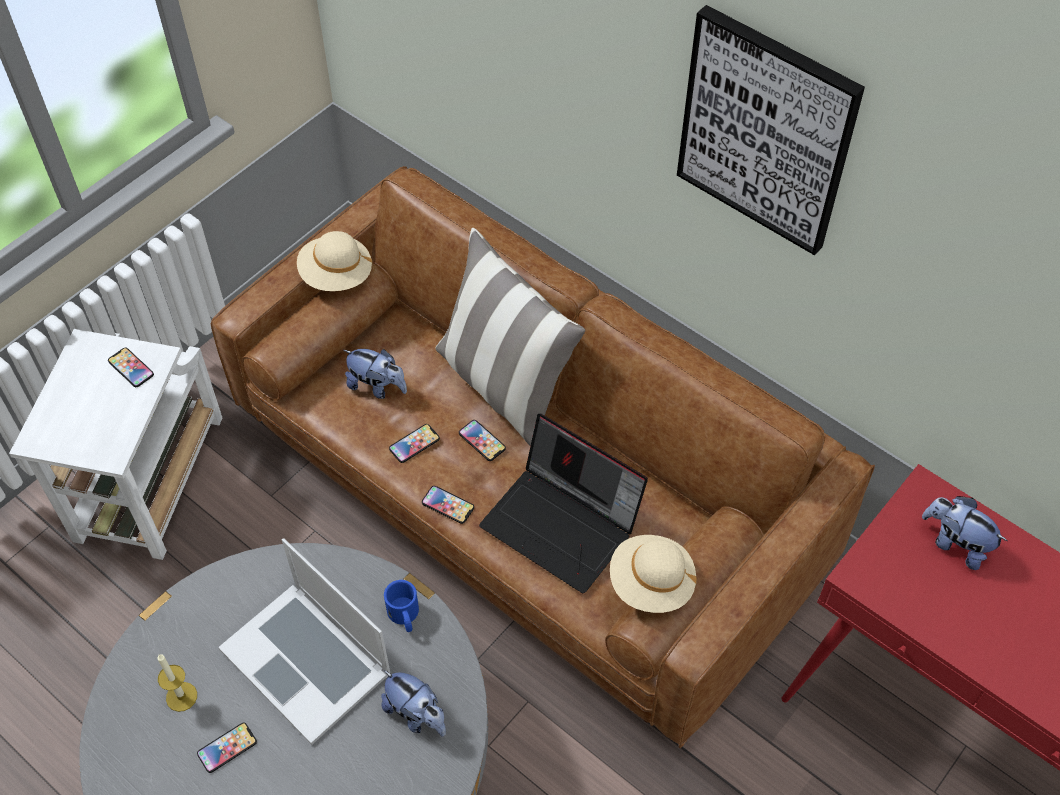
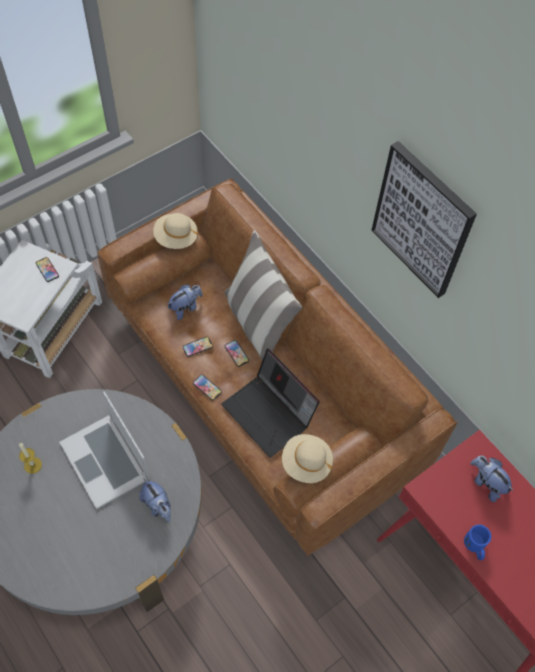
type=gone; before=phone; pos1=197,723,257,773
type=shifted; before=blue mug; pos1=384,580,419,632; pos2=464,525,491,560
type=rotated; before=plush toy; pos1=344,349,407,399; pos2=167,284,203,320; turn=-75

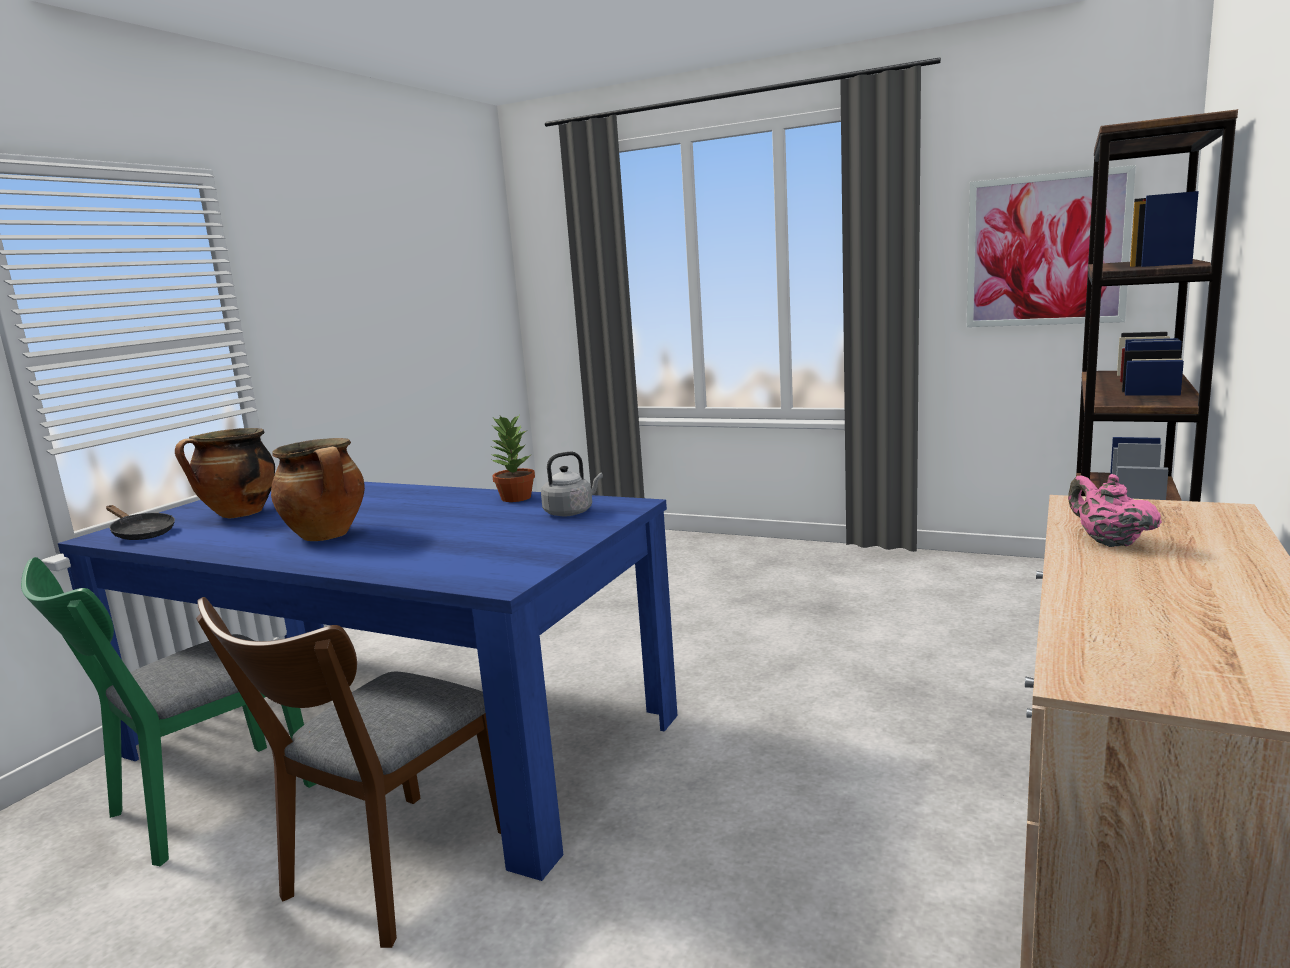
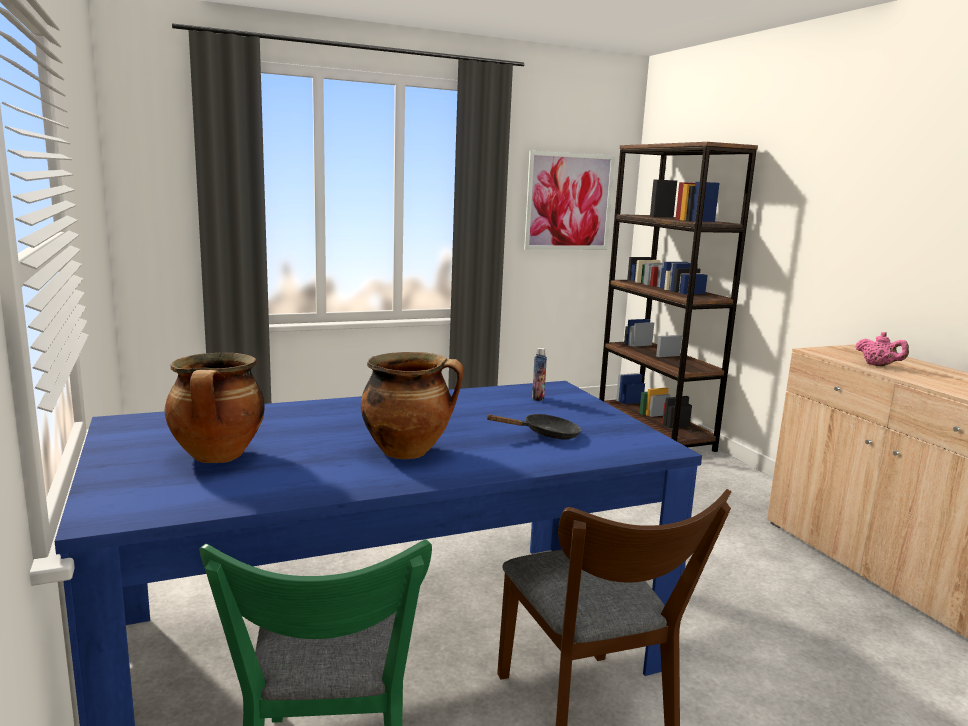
type=gone; before=potted plant; pos1=490,415,535,502
type=shifted; before=black frying pan; pos1=106,505,175,540; pos2=486,414,581,439
type=swapped; before=grey kettle; after=bottle; pos1=541,451,603,516; pos2=532,348,547,401
type=rotated; before=pink teapot; pos1=1068,474,1162,547; pos2=855,332,909,366; turn=-150

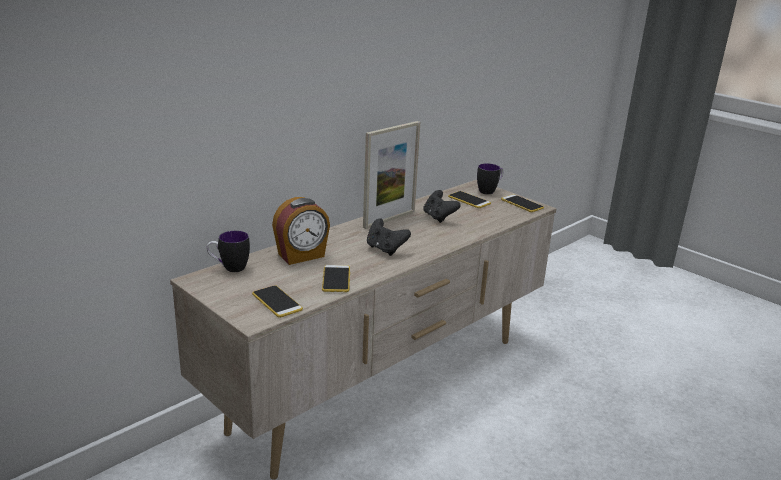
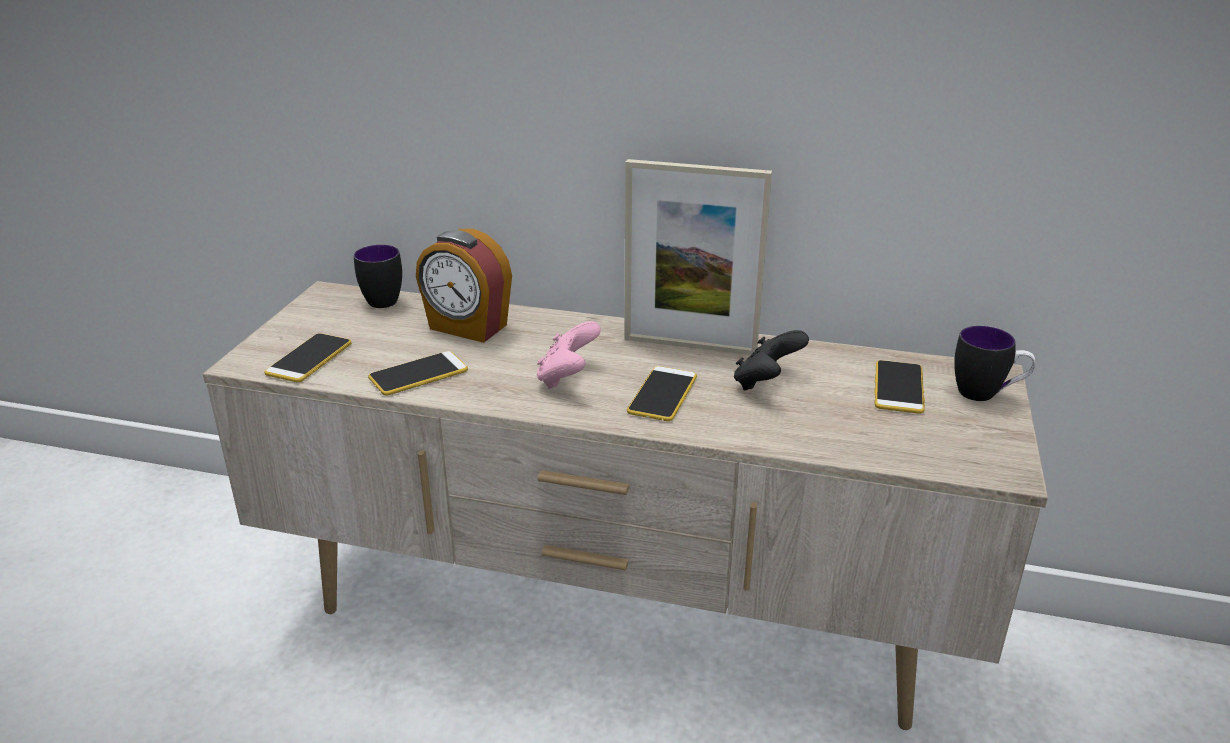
type=shifted; before=phone; pos1=501,194,544,212; pos2=627,366,697,421
type=repainted; before=black game controller; after=pink game controller; pos1=367,218,411,256; pos2=537,321,601,389

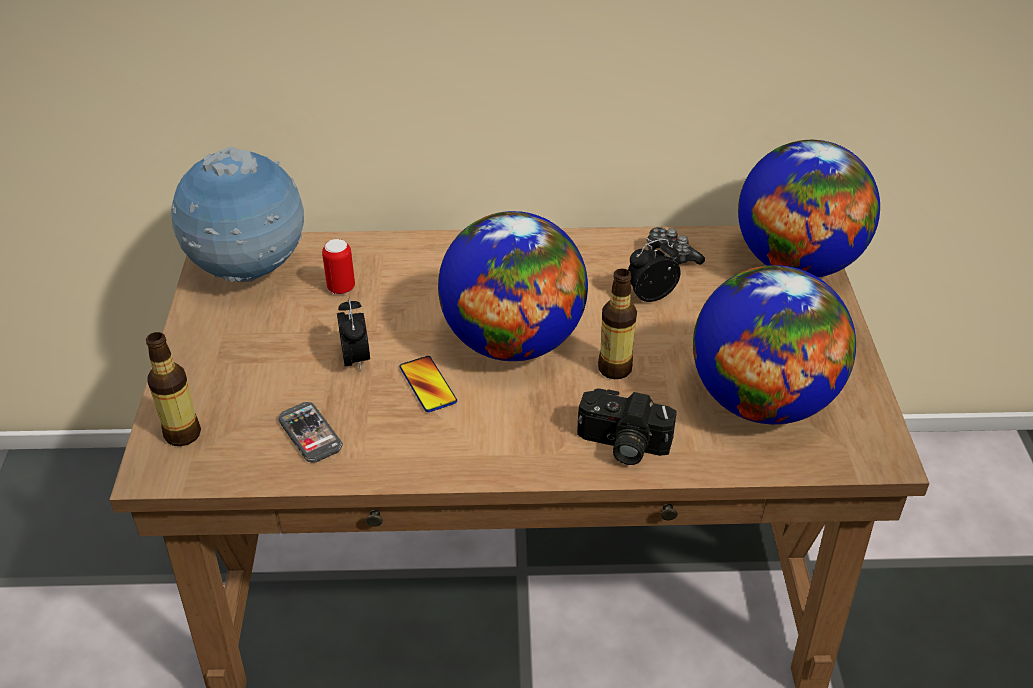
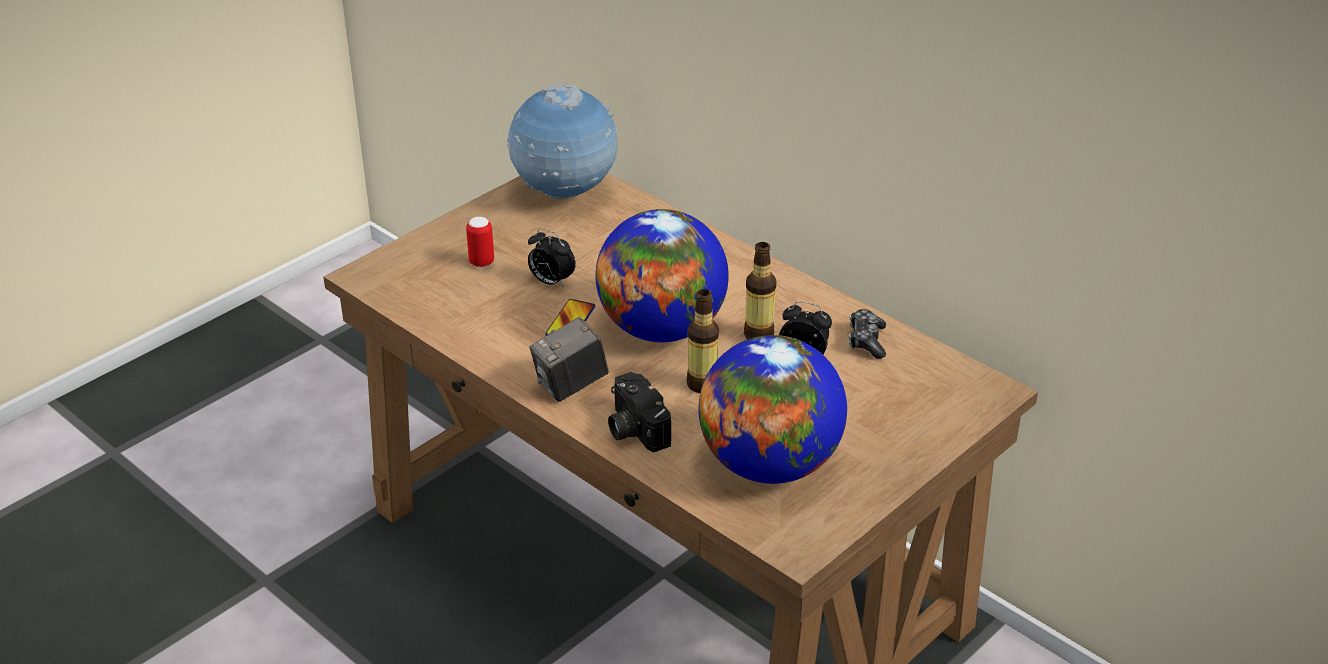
type=gone; before=phone; pos1=278,402,343,463
type=gone; before=globe; pos1=738,140,880,277
type=new; after=photo camera; pos2=530,317,609,402
type=shifted; before=bottle; pos1=146,332,201,446; pos2=744,242,776,340
type=shifted; before=can; pos1=322,239,355,295; pos2=466,217,494,267
type=rotated; before=alarm clock; pos1=337,298,370,371; pos2=528,228,576,288; turn=90

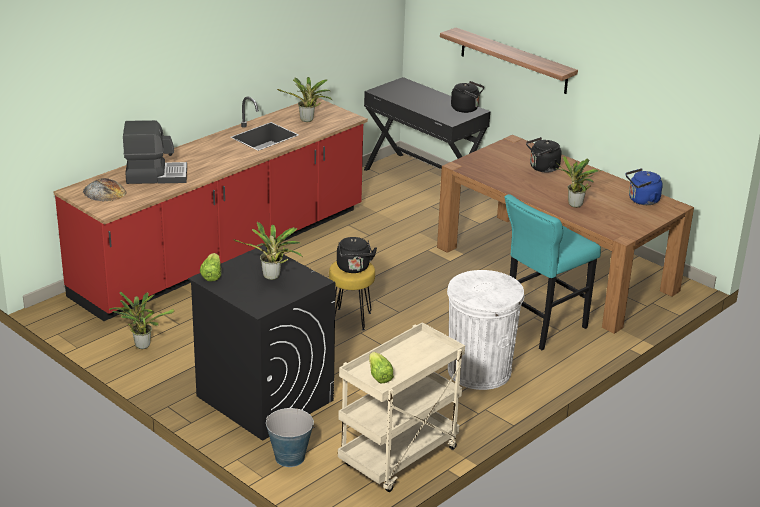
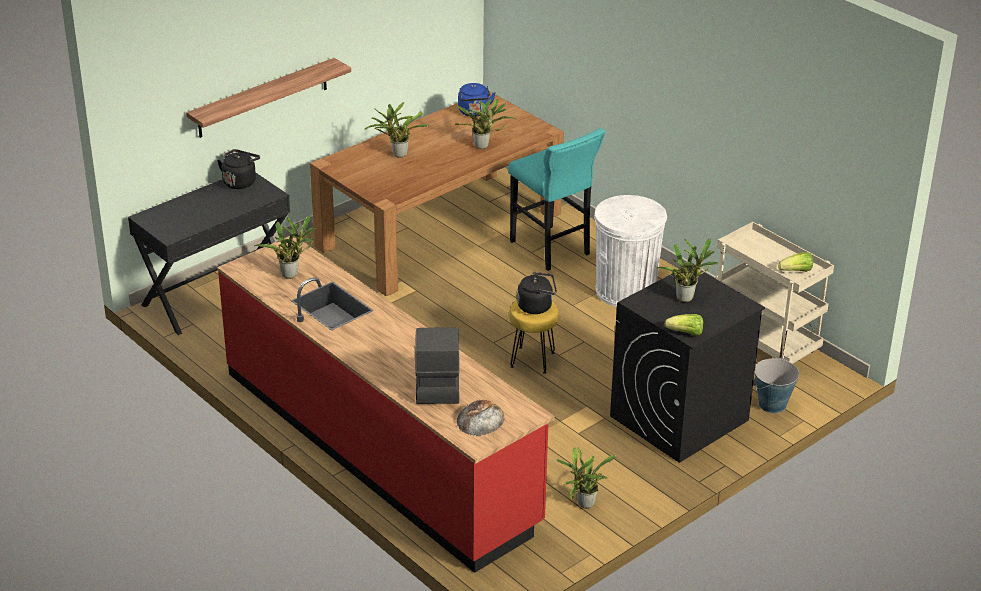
type=swapped; before=black kettle; after=potted plant; pos1=526,137,562,172; pos2=365,102,428,158

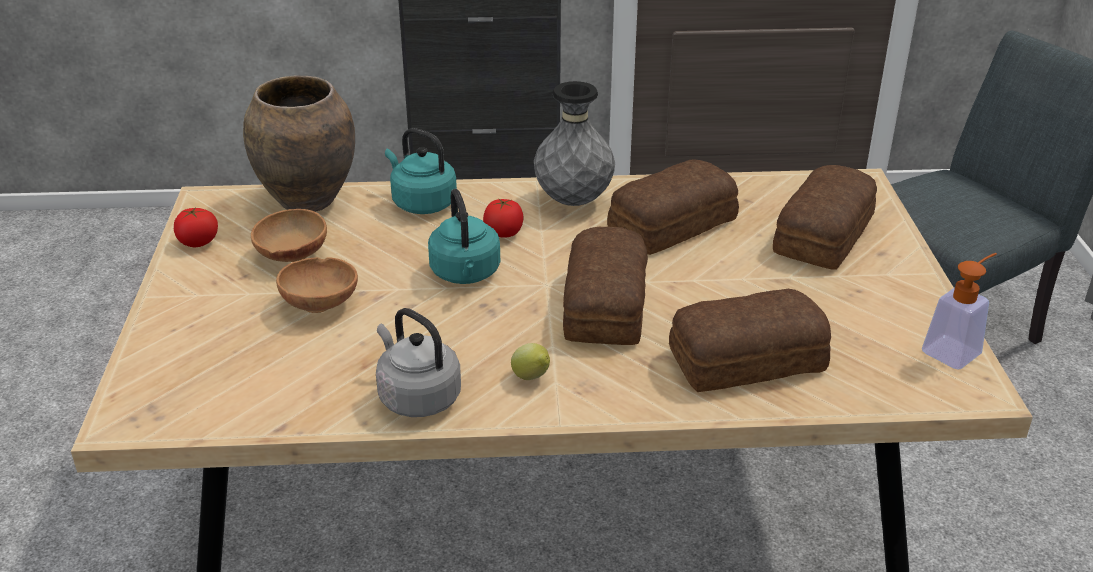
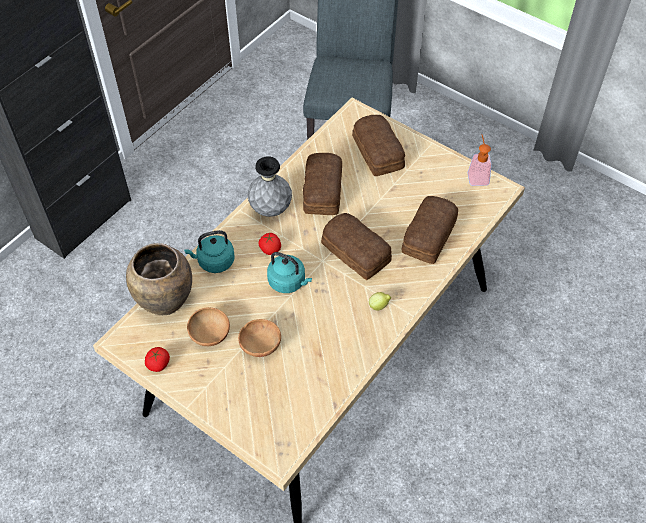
type=gone; before=grey kettle; pos1=376,308,461,417

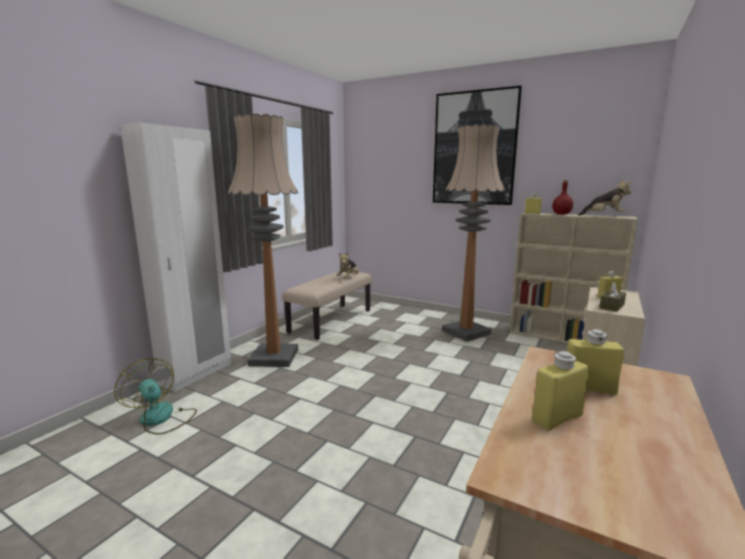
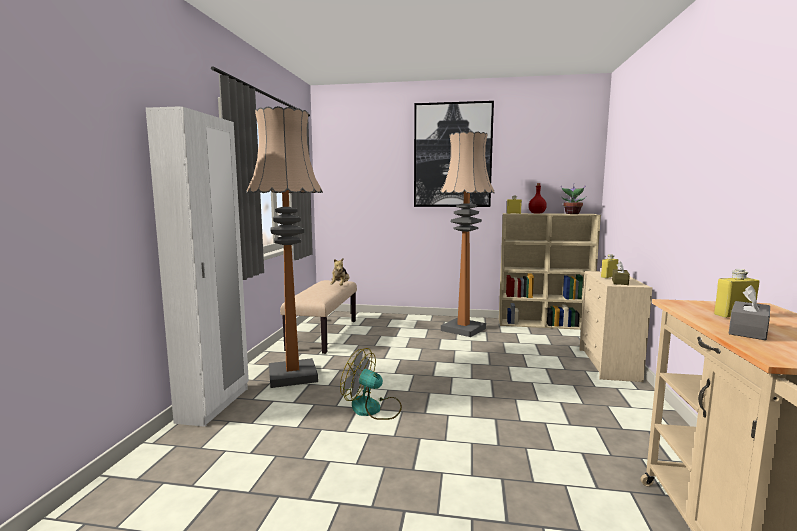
type=shifted; before=fan; pos1=114,358,197,435; pos2=340,348,402,420
type=swapped; before=yellow bottle; after=grey tissue box; pos1=532,351,589,431; pos2=729,285,770,340
type=swapped; before=plush toy; after=potted plant; pos1=578,180,631,216; pos2=561,183,586,214

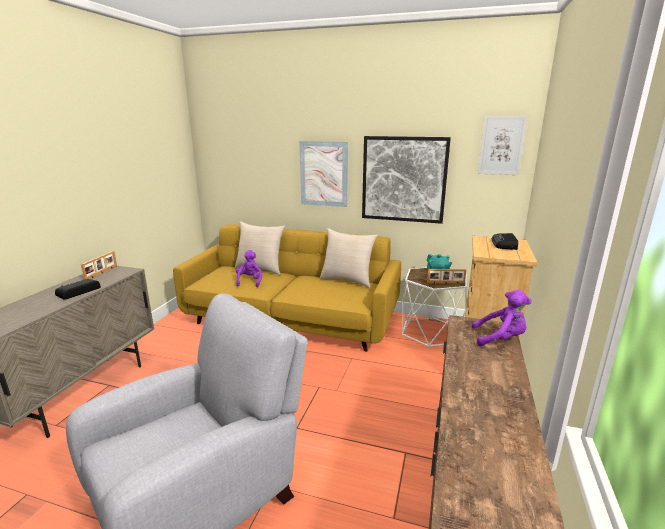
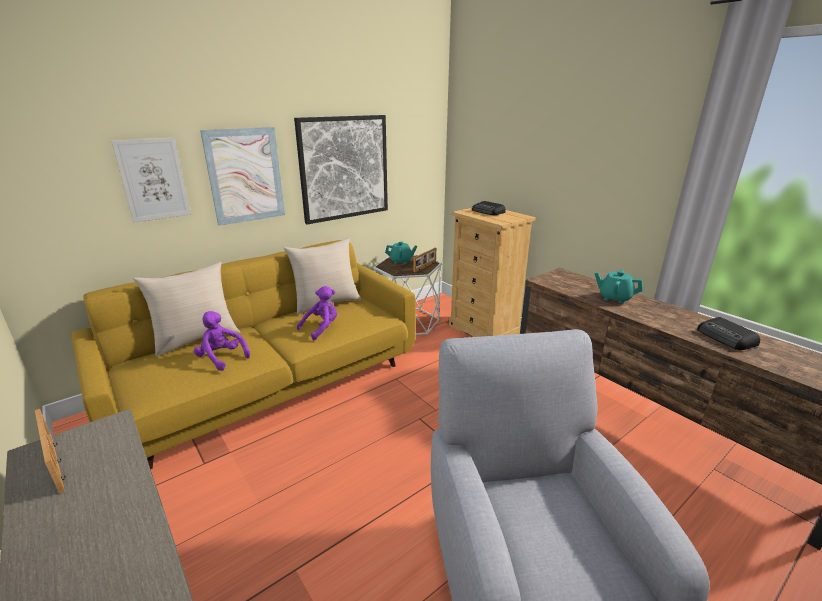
type=new; after=turquoise teapot; pos2=595,270,643,304
type=shifted; before=radio; pos1=55,279,101,300; pos2=697,317,760,350
type=shifted; before=purple plush toy; pos1=472,290,532,347; pos2=297,286,337,340
type=shifted; before=picture; pos1=478,116,528,175; pos2=111,137,191,223

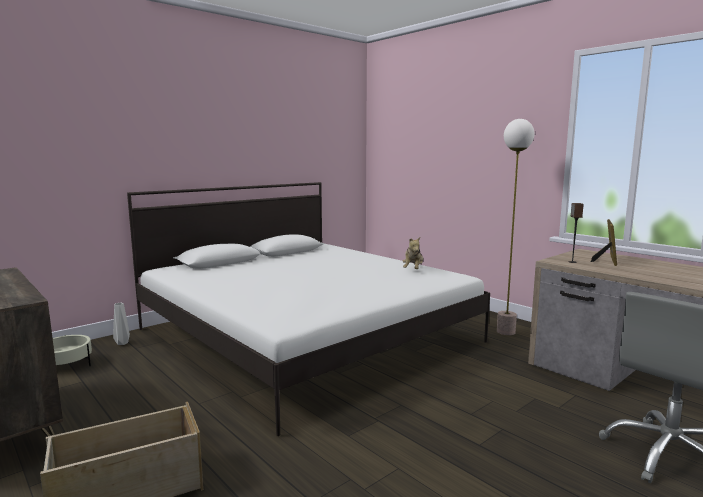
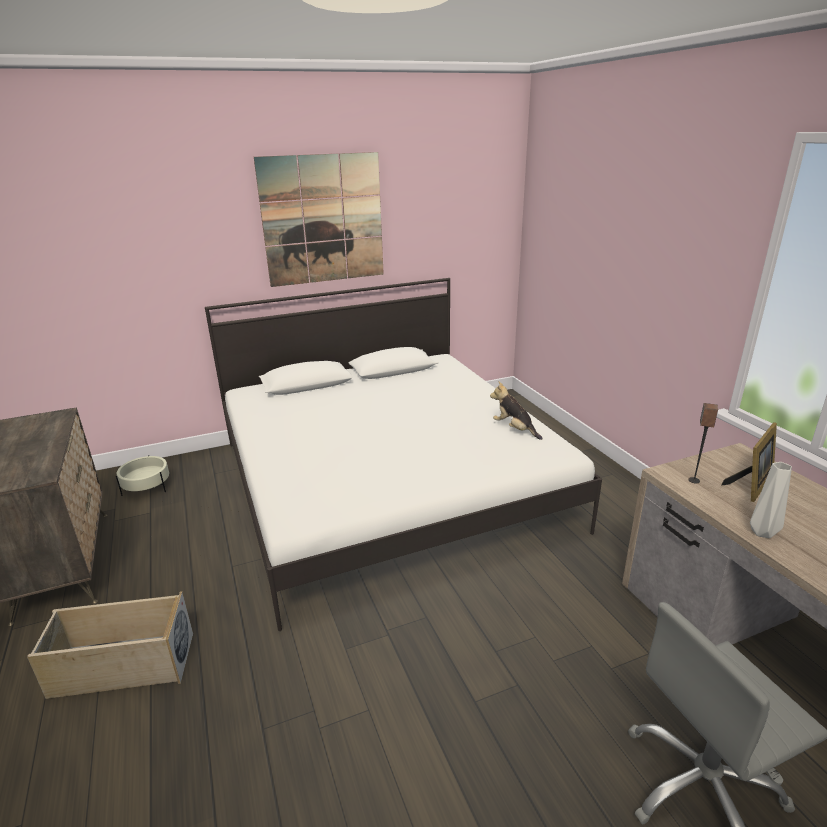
type=gone; before=floor lamp; pos1=497,119,535,335
type=new; after=picture; pos2=254,152,384,287
type=shifted; before=grey vase; pos1=113,303,130,345; pos2=750,462,792,538
type=rotated; before=plush toy; pos1=402,237,423,269; pos2=490,382,543,440; turn=105

